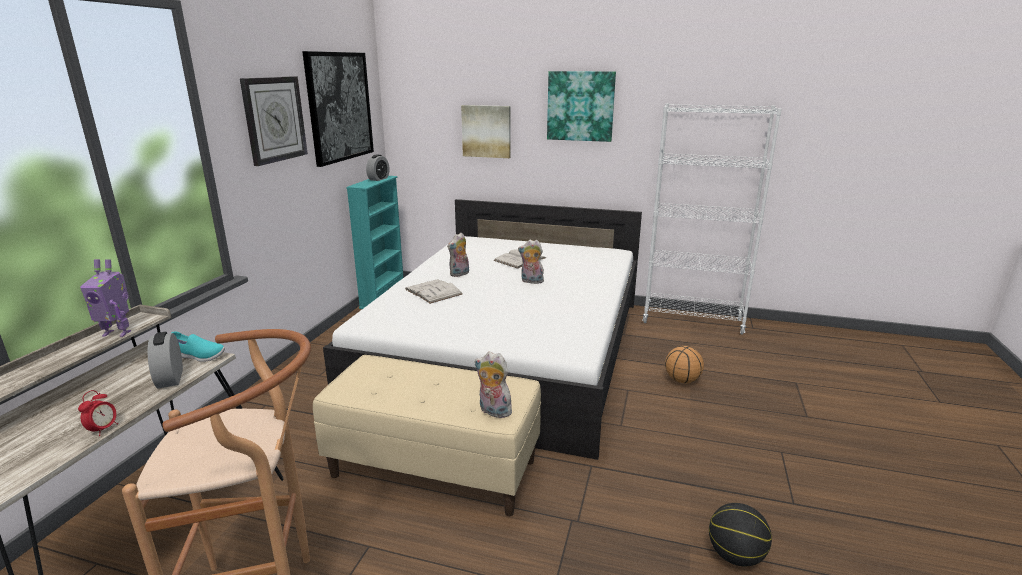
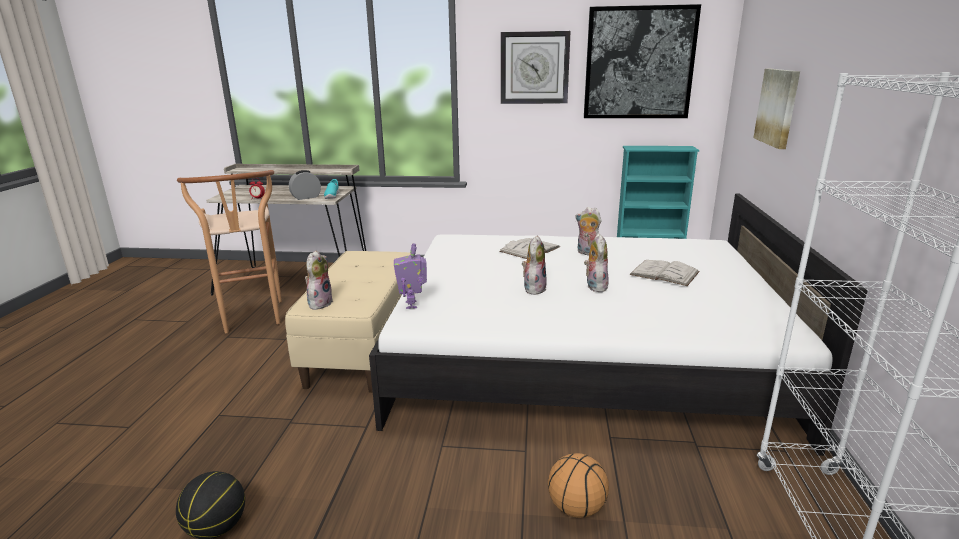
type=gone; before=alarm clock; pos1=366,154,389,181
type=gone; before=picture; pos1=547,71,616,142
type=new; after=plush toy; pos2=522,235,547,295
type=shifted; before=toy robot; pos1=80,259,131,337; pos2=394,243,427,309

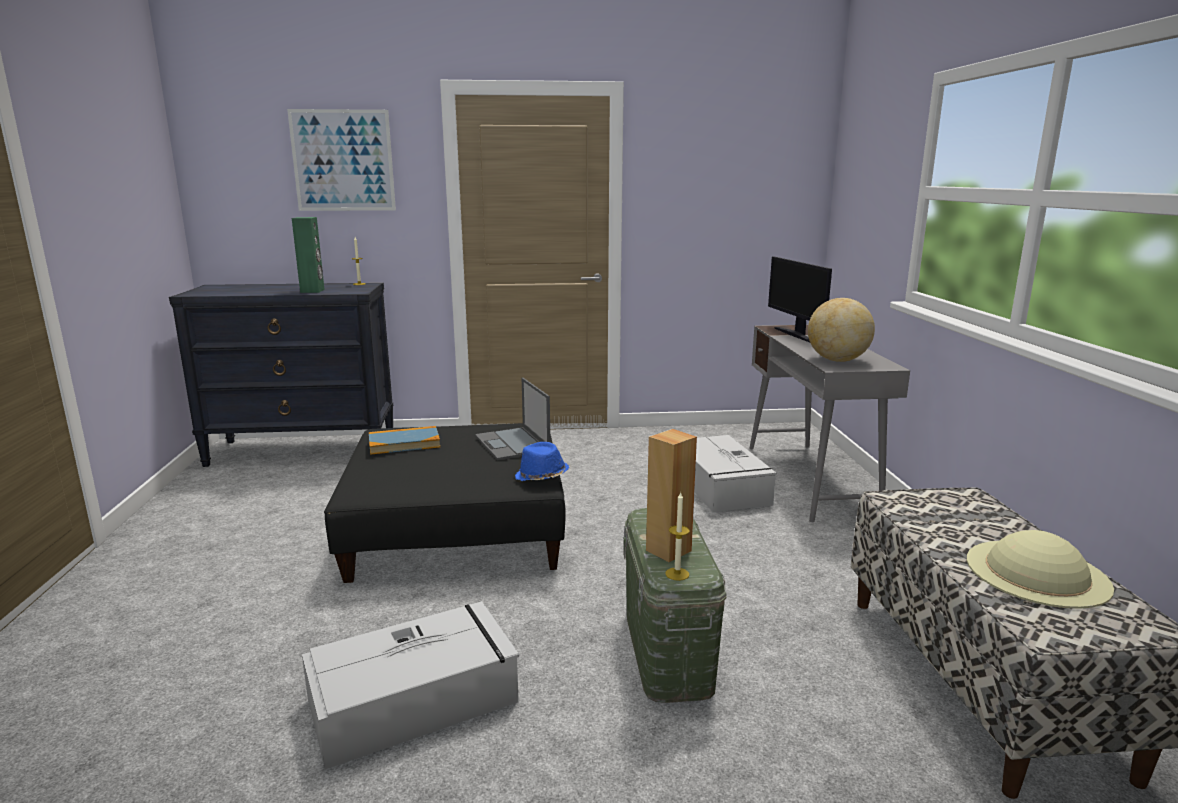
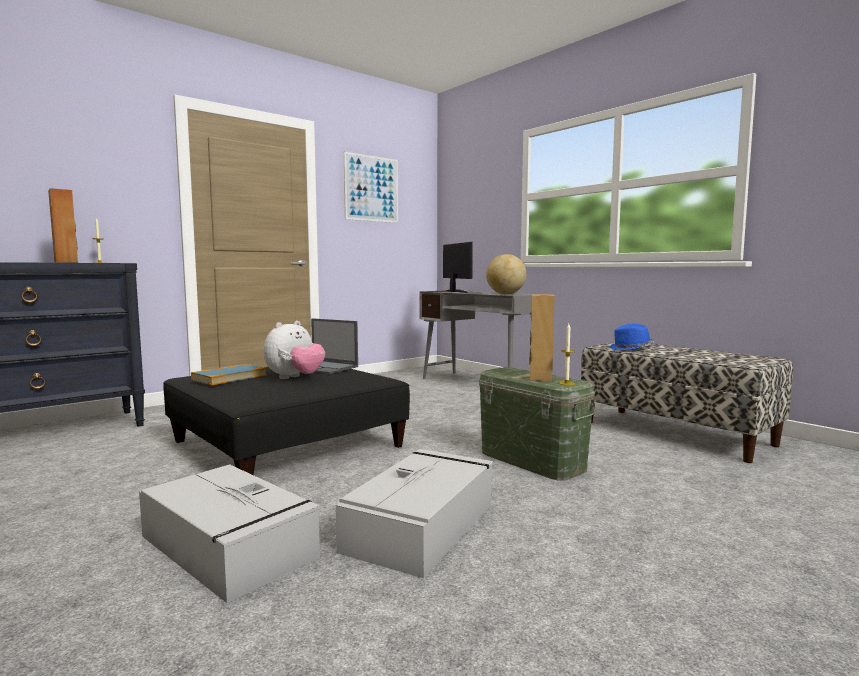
type=gone; before=beige hat; pos1=967,530,1114,609
type=new; after=plush toy; pos2=264,321,325,379
type=shifted; before=picture; pos1=287,109,396,211; pos2=344,152,398,223
type=shifted; before=blue hat; pos1=515,442,569,481; pos2=610,324,654,350
type=shifted; before=grey storage box; pos1=694,435,777,512; pos2=139,464,320,603
type=repainted; before=green speaker; after=brown speaker; pos1=292,217,325,293; pos2=48,188,78,263
type=rotated; before=monitor; pos1=768,257,832,342; pos2=443,242,473,293; turn=-150

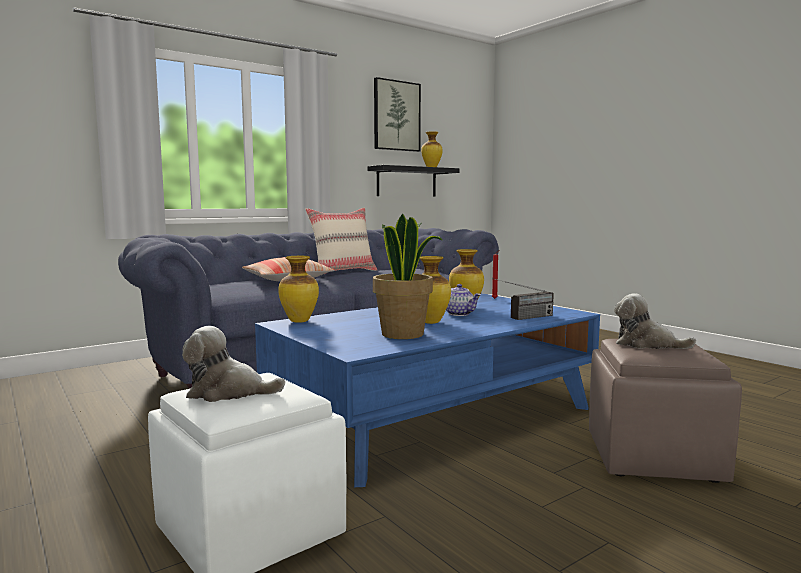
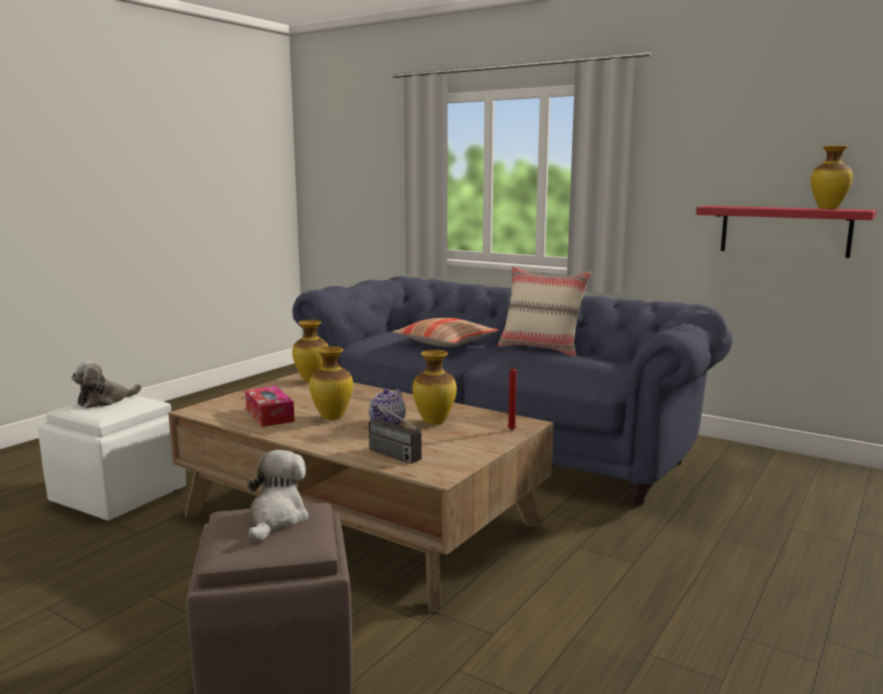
type=gone; before=picture; pos1=374,77,421,152
type=swapped; before=potted plant; after=tissue box; pos1=373,214,442,339; pos2=245,386,295,427
type=repainted; before=blue coffee table; after=brown coffee table; pos1=255,294,600,487; pos2=168,372,553,612
type=repainted; before=black shelf; after=red shelf; pos1=368,165,460,197; pos2=696,206,877,258
type=rotated; before=plush toy; pos1=182,326,285,402; pos2=71,361,142,408; turn=-120

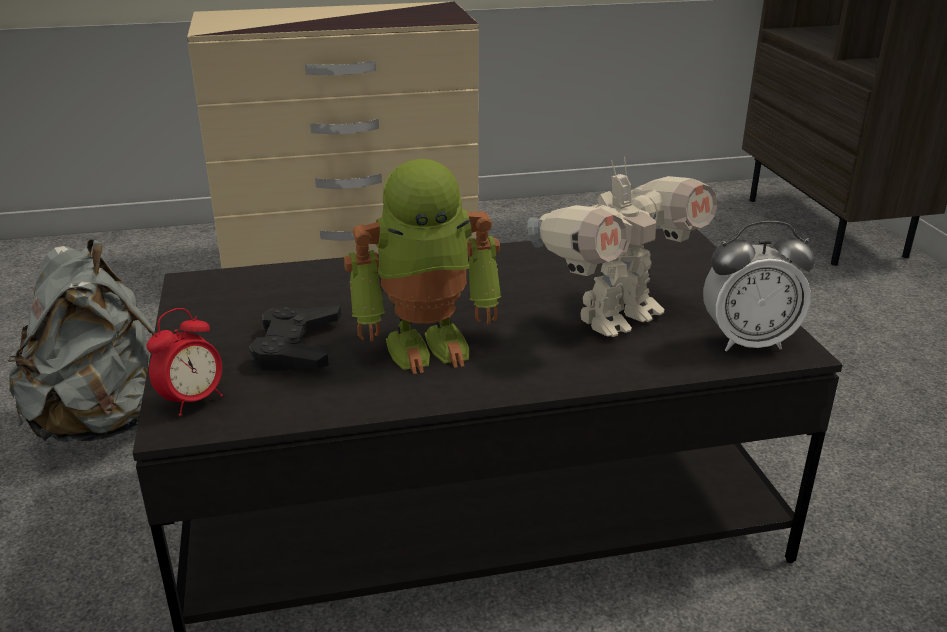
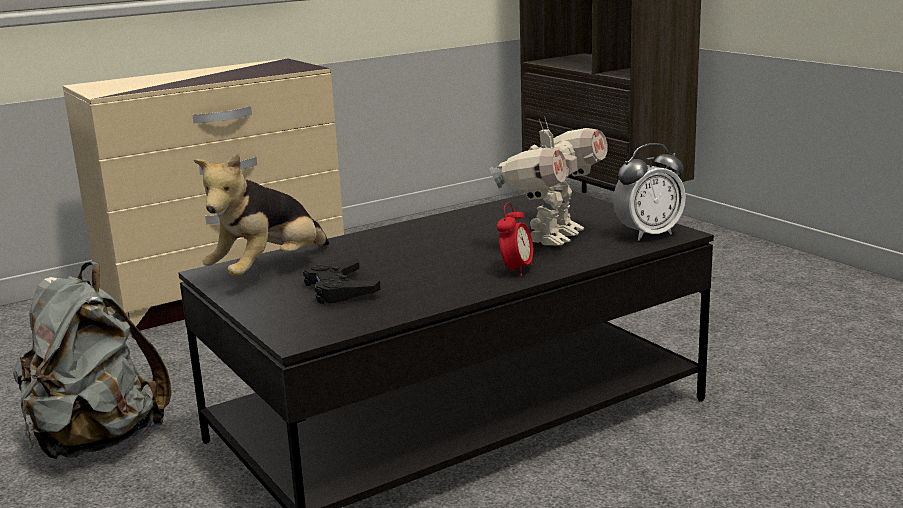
type=gone; before=toy robot; pos1=344,159,502,374
type=new; after=plush toy; pos2=194,152,329,277
type=shifted; before=alarm clock; pos1=146,308,223,416; pos2=497,202,533,276

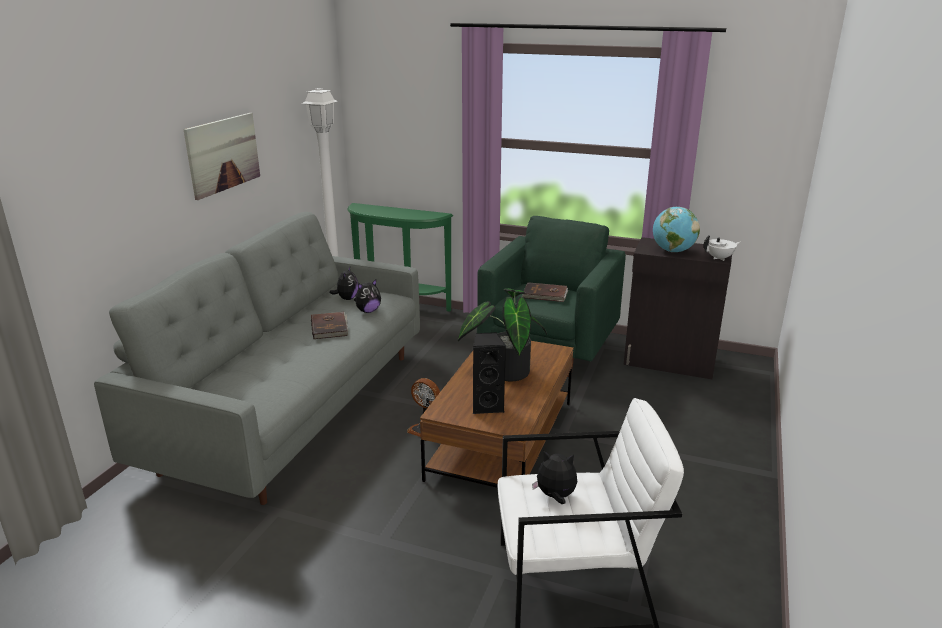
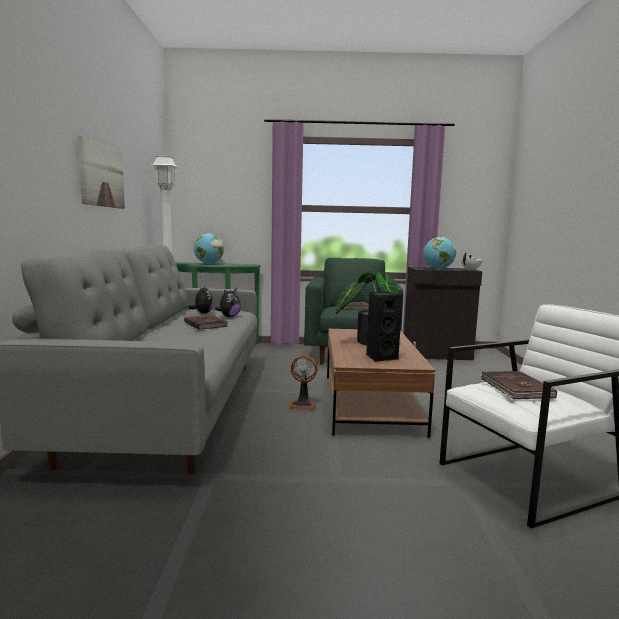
type=new; after=globe; pos2=194,233,224,264
type=swapped; before=plush toy; after=brown book; pos1=532,451,577,504; pos2=481,371,557,399

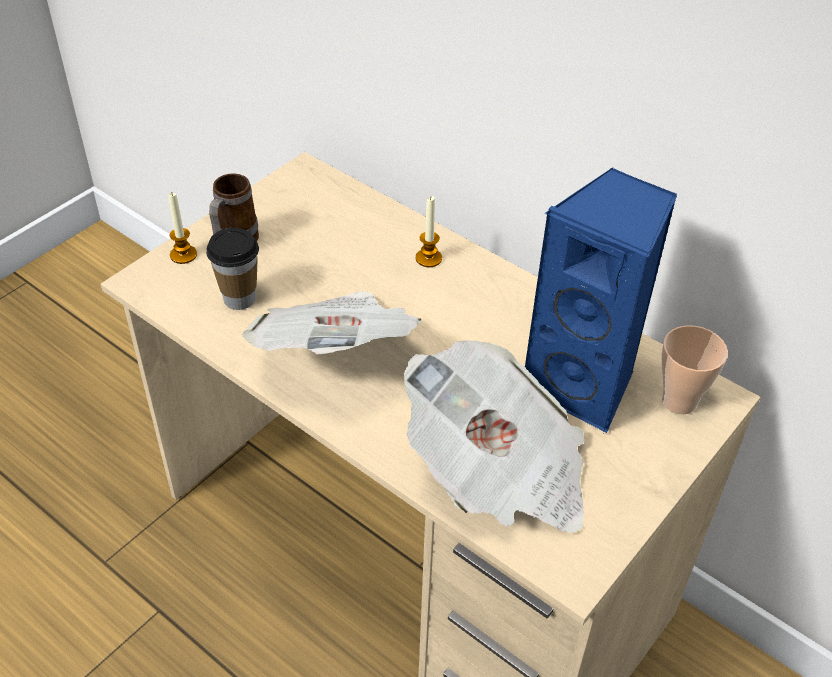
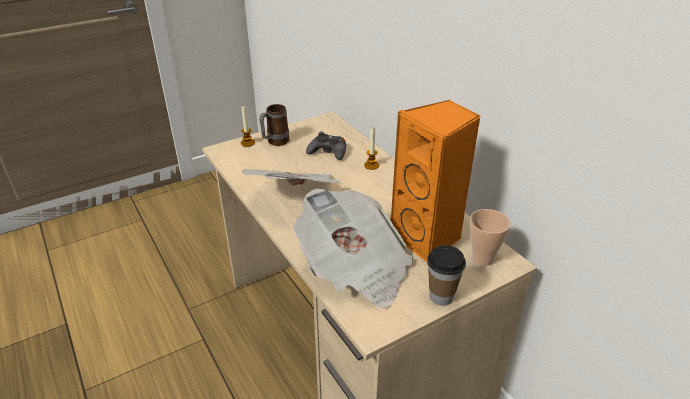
type=new; after=black game controller; pos2=306,132,346,160
type=shifted; before=cup; pos1=206,228,259,310; pos2=427,245,466,306
type=repainted; before=blue speaker; after=orange speaker; pos1=525,168,677,433; pos2=391,100,481,265

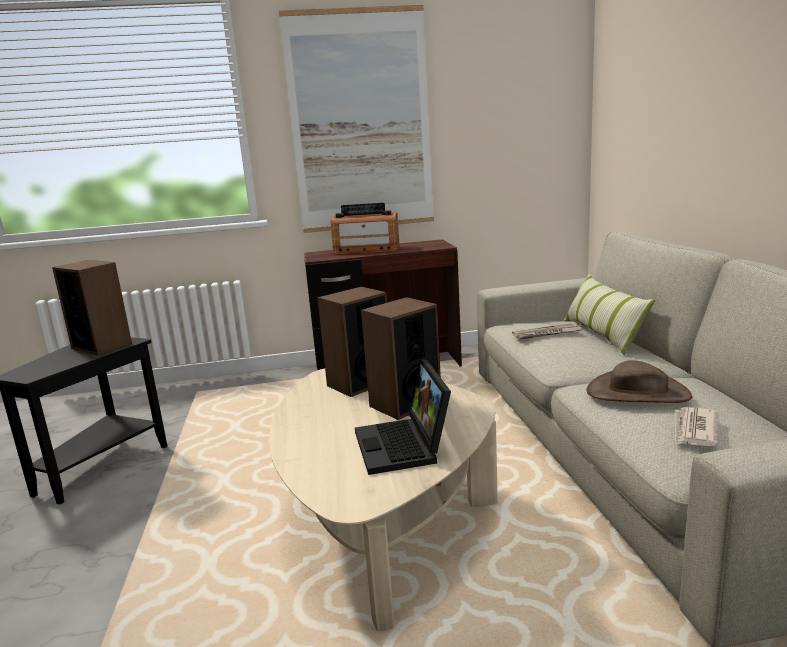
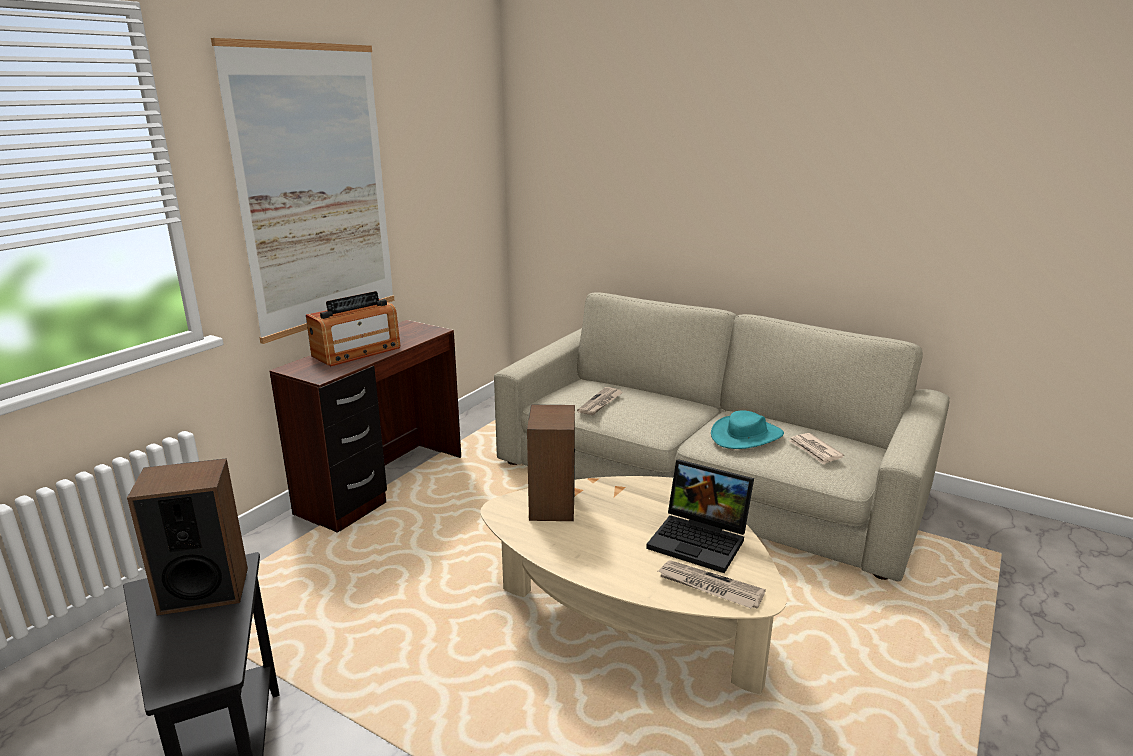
type=gone; before=speaker; pos1=361,297,441,420
type=gone; before=pillow; pos1=564,274,655,355
type=new; after=newspaper; pos2=658,560,766,609
type=repainted; before=brown hat; after=turquoise hat; pos1=586,360,692,403; pos2=711,410,784,449

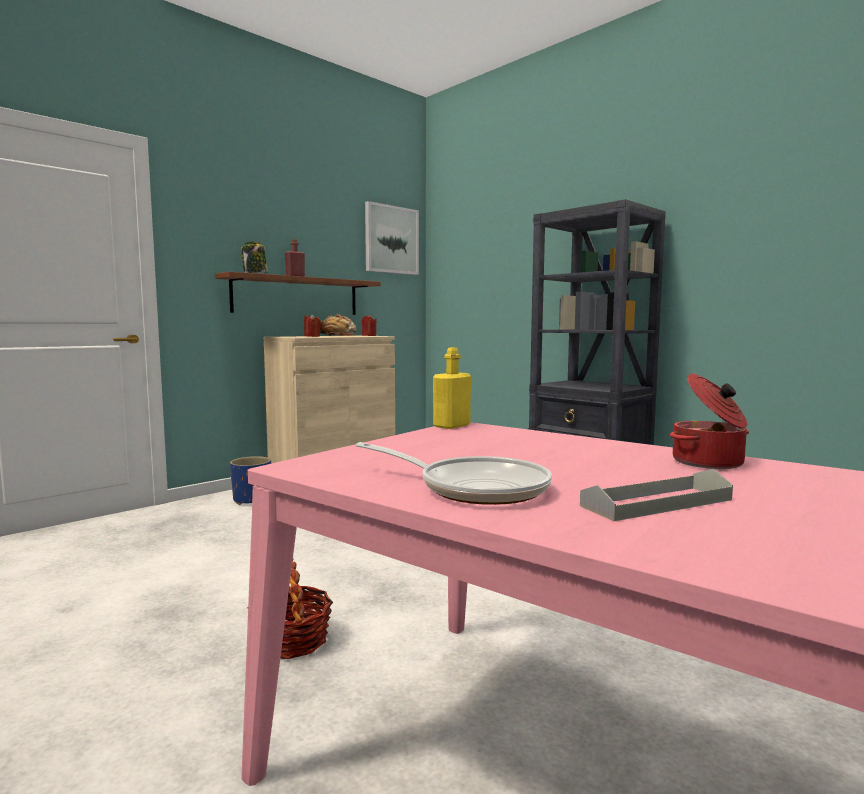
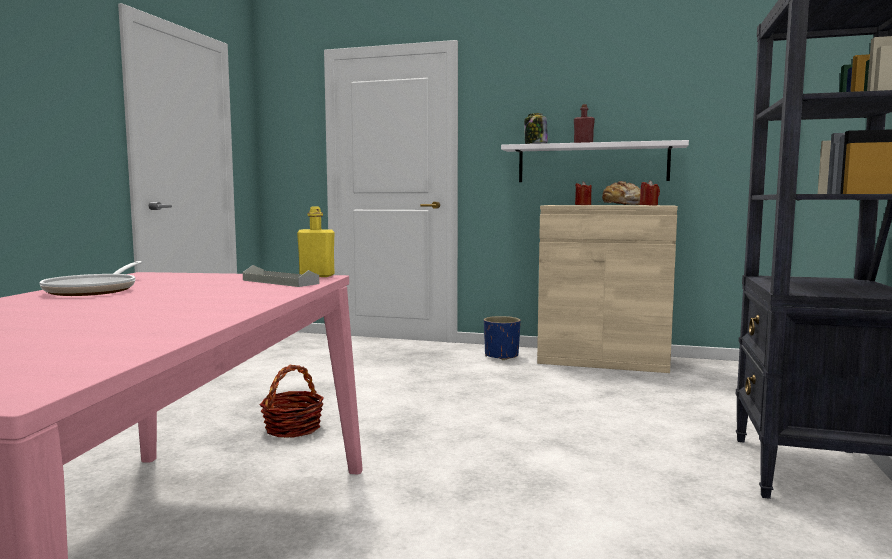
type=gone; before=picture; pos1=365,201,419,275
type=gone; before=cooking pot; pos1=670,374,749,469
type=shifted; before=grey tray; pos1=580,469,733,521; pos2=243,265,319,287
type=repainted; before=brown shelf; after=white shelf; pos1=215,272,381,315; pos2=501,140,689,182

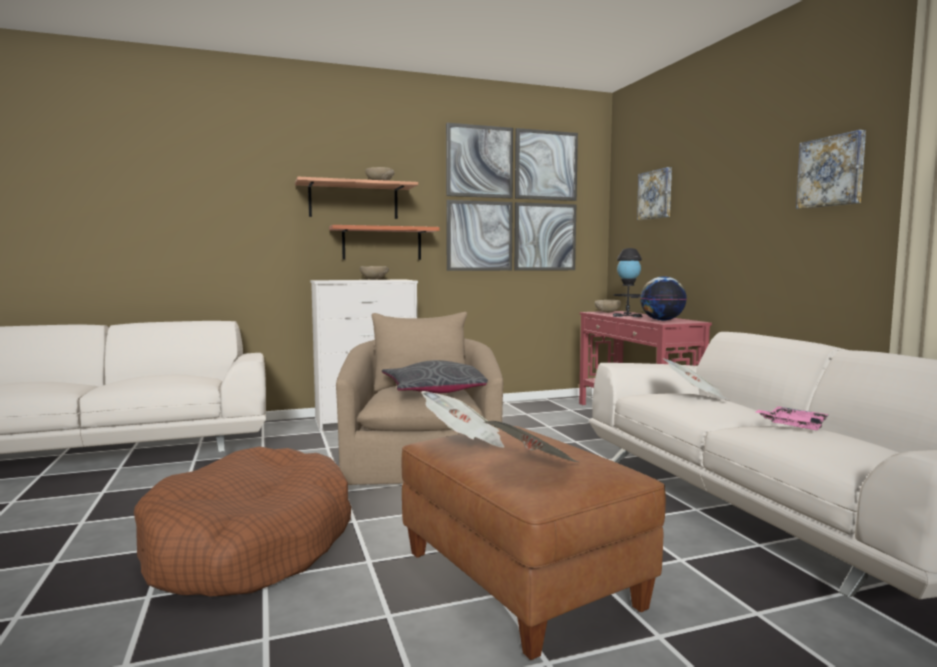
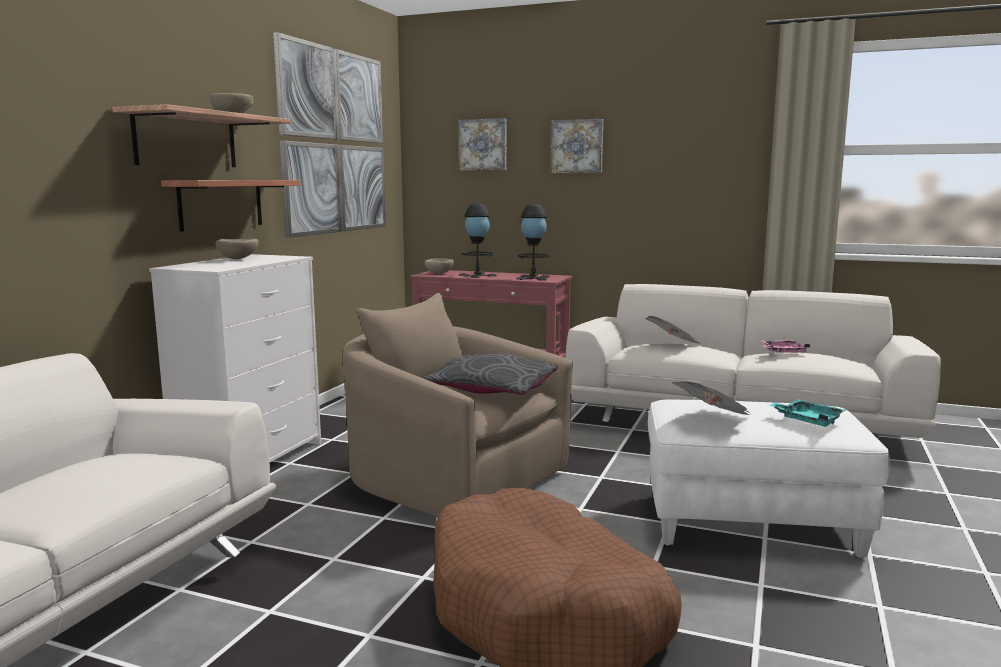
type=shifted; before=picture; pos1=796,130,866,209; pos2=551,119,603,173
type=swapped; before=newspaper; after=turquoise tray; pos1=484,420,579,462; pos2=768,399,845,427
type=swapped; before=globe; after=black table lamp; pos1=640,276,687,321; pos2=516,204,551,281
type=repainted; before=brown ottoman; after=white ottoman; pos1=402,426,666,660; pos2=648,400,890,558

